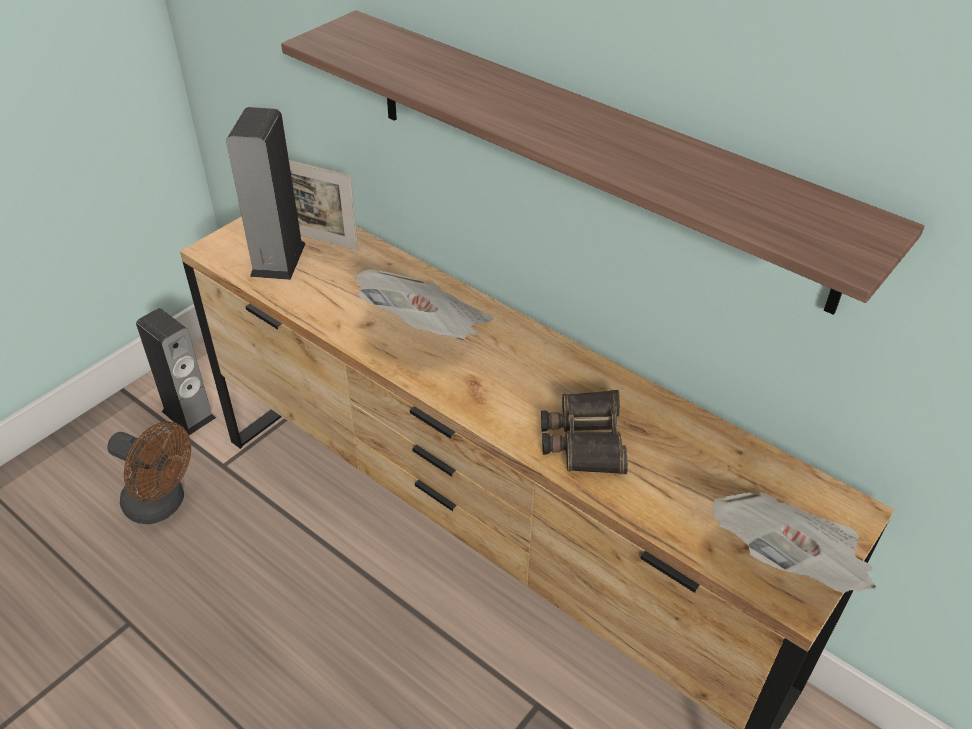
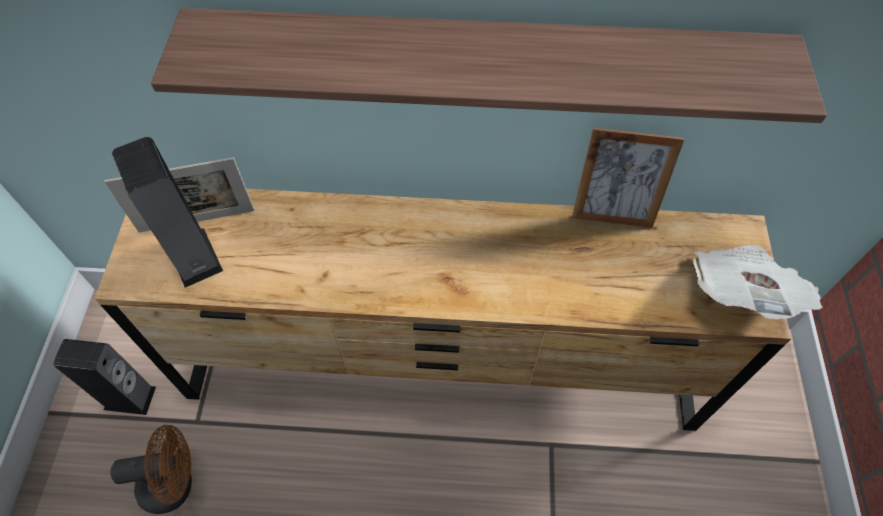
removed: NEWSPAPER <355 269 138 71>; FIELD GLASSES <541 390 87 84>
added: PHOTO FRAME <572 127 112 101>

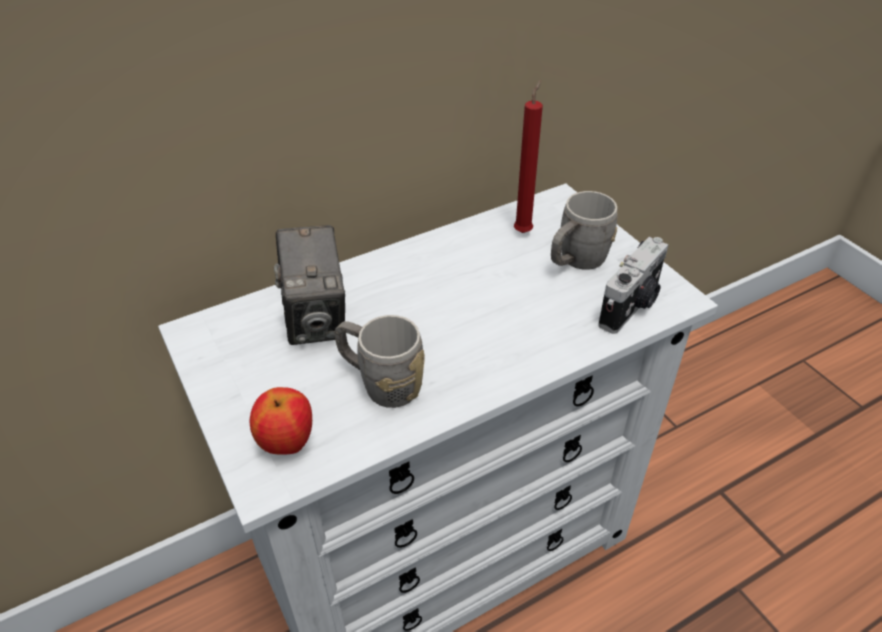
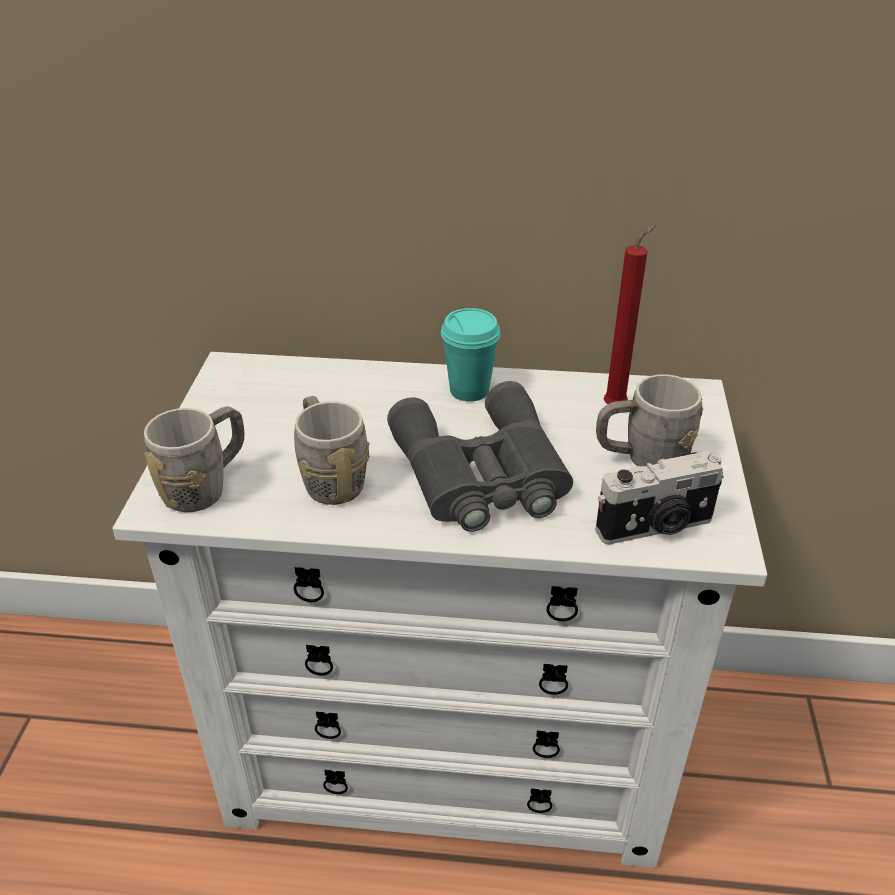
removed: STILL CAMERA <274 225 71 120>
added: GREY FIELD GLASSES <387 381 186 151>; TURQUOISE CUP <441 308 60 94>
replaced: APPLE FRUIT <250 387 62 68> to GREY MUG <144 406 100 106>

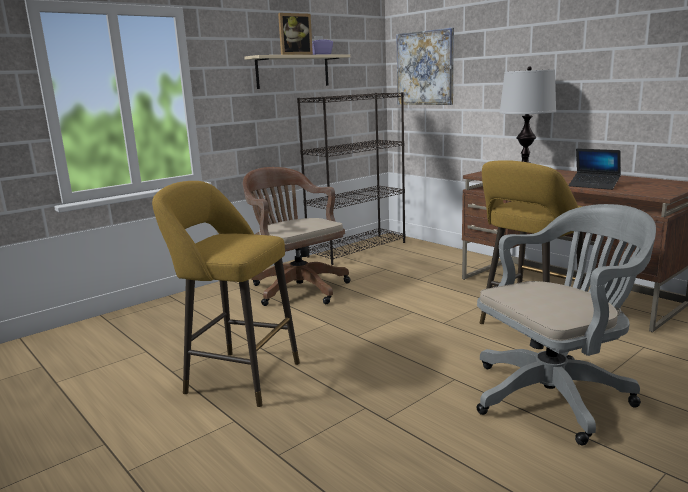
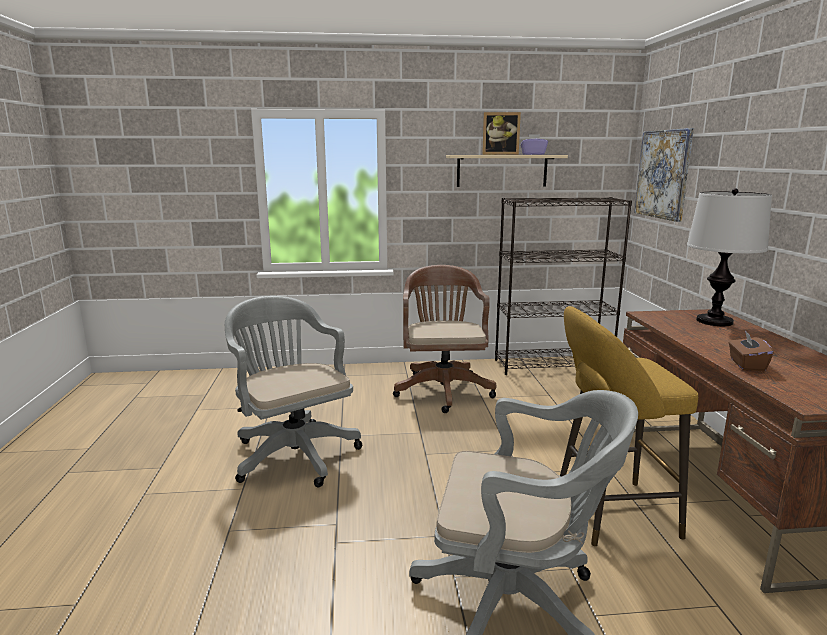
replaced: YELLOW-COLOURED STOOL <152 181 148 226> to GREY OFFICE CHAIR <225 296 137 191>; PORTABLE COMPUTER <569 148 52 42> to BROWN-COLOURED BOX OF TISSUES <728 331 46 40>

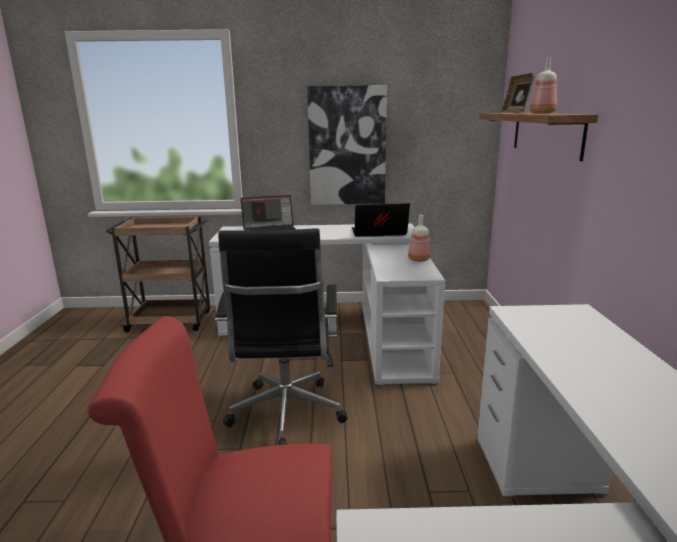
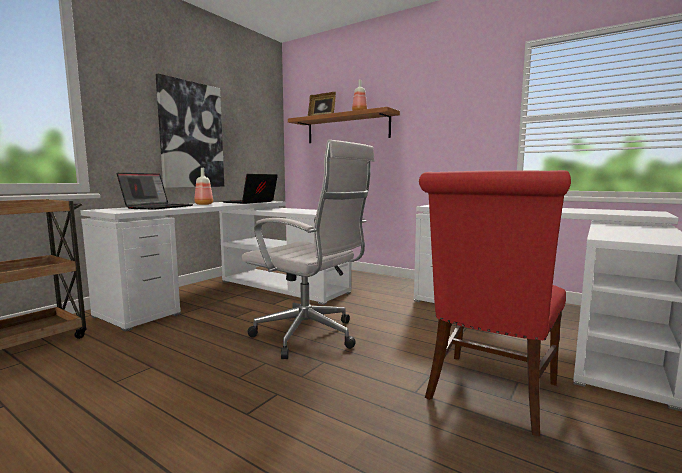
moved: BOTTLE <408 215 23 47> to <194 168 19 37>
recoloured: BLACK-COLOURED OFFICE CHAIR <215 229 132 216> to WHITE-COLOURED OFFICE CHAIR <242 139 133 220>

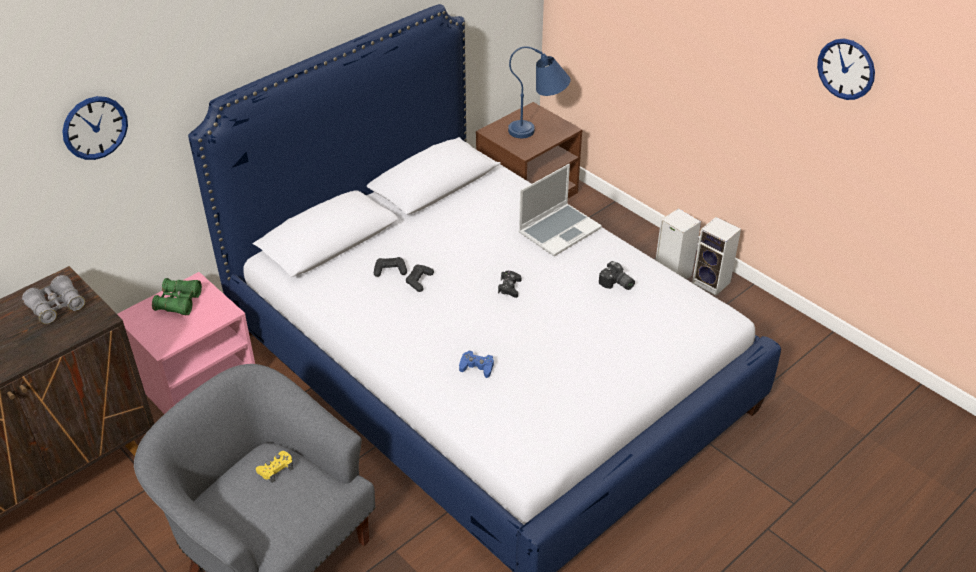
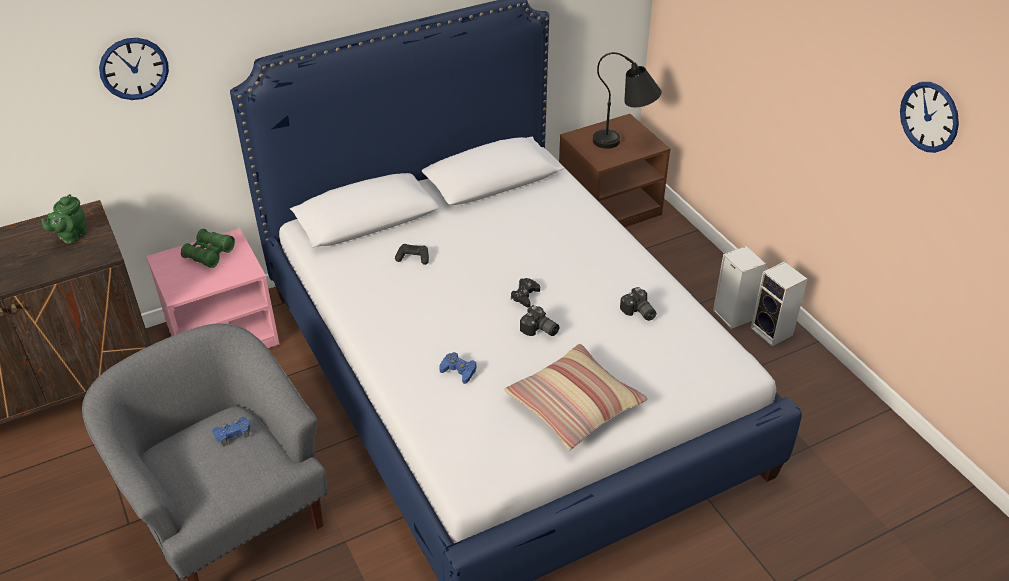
removed: BLACK-COLOURED GAMEPAD <406 265 28 27>; PORTABLE COMPUTER <519 164 83 92>
added: CUSHION <504 344 143 106>; STILL CAMERA <520 305 40 31>
replaced: GREY FIELD GLASSES <22 275 63 49> to GREENISH POT FOR TEA <41 194 46 50>
recoloured: YELLOW-COLOURED GAMEPAD <256 451 37 32> to BLUE-COLOURED GAMEPAD <212 417 38 29>; BLUE-COLOURED TABLE LAMP <508 46 63 92> to BLACK-COLOURED TABLE LAMP <593 52 69 97>

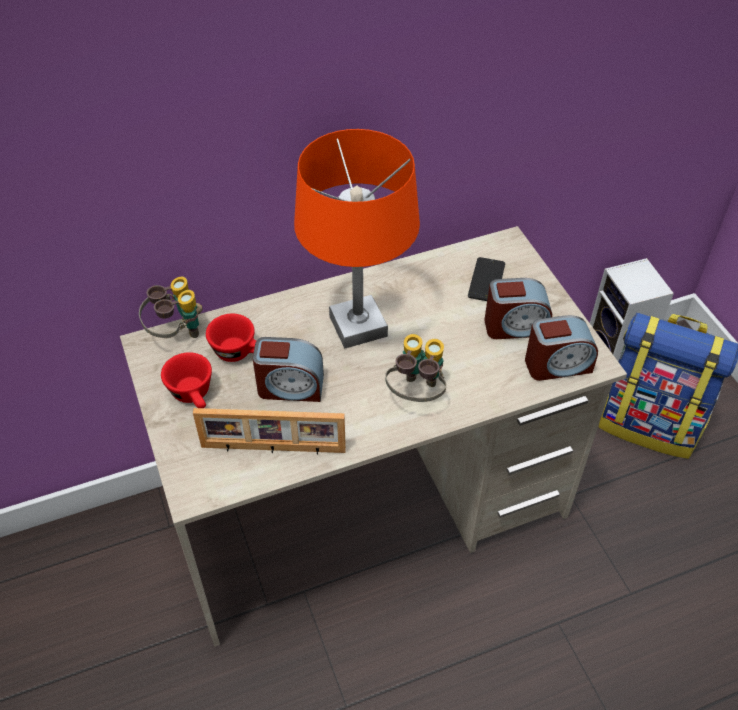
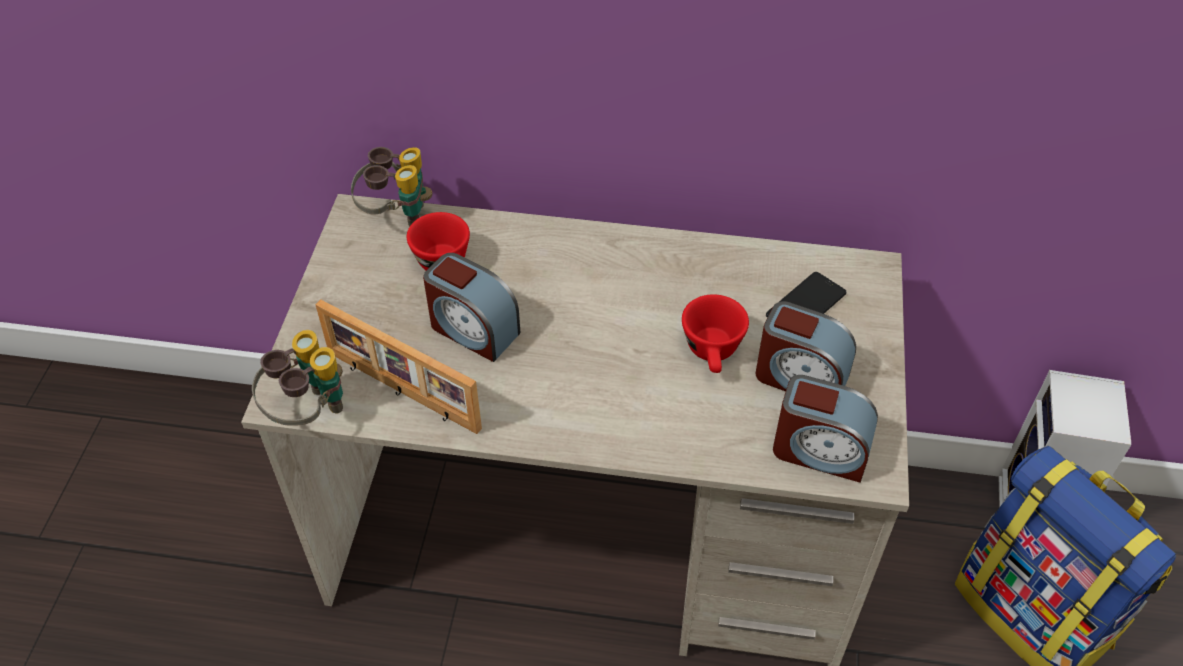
removed: ORANGE-COLOURED TABLE LAMP <294 129 126 219>
moved: FIELD GLASSES <385 334 61 68> to <252 330 91 96>; REDDISH CUP <161 352 51 56> to <682 294 67 79>

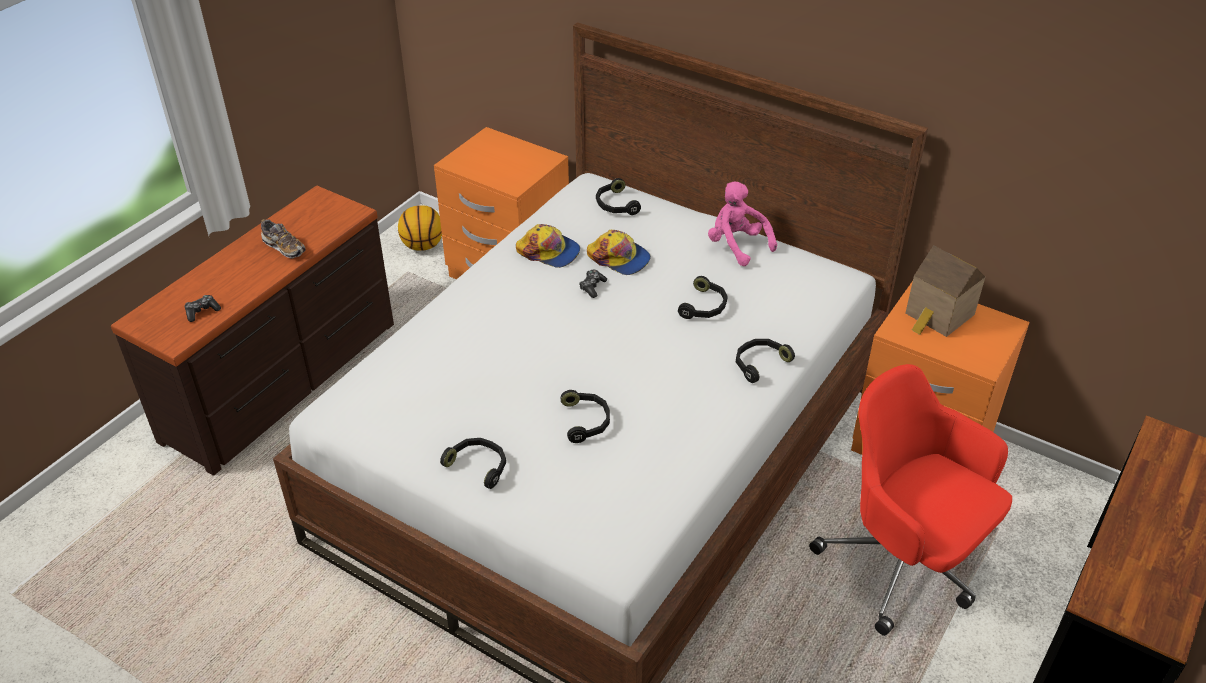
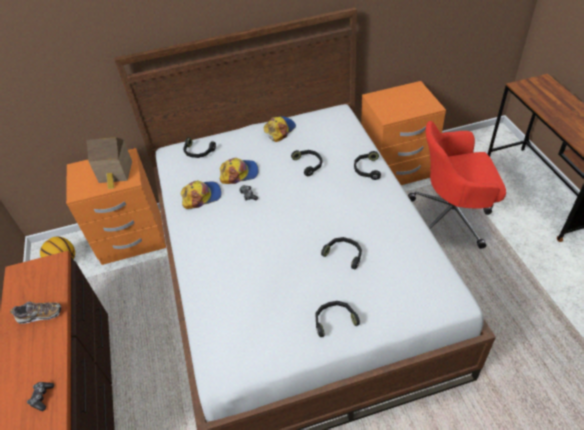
moved: MINIATURE HOUSE <905 245 80 92> to <86 137 46 52>
replaced: PINKISH CUDDLY TOY <708 181 69 85> to BASEBALL CAP <264 116 32 26>

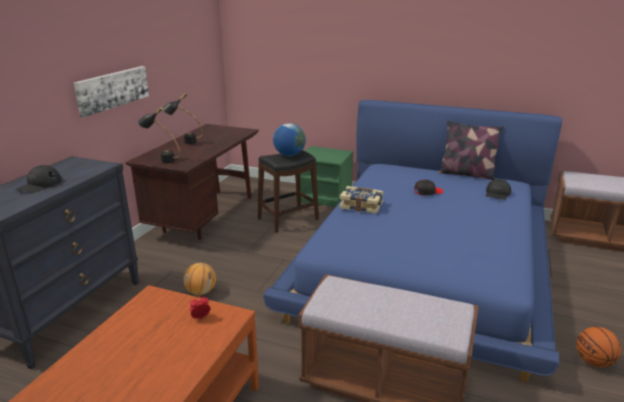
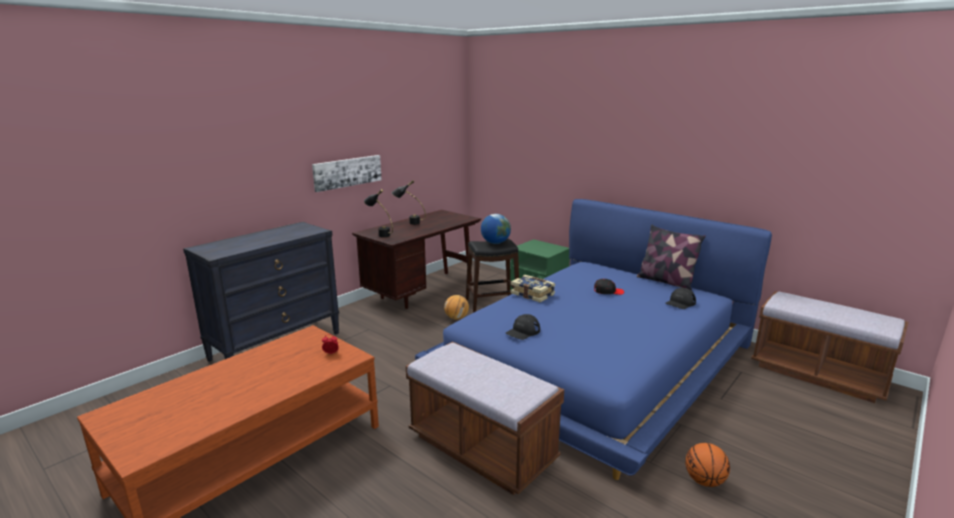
moved: BASKETBALL BALL <183 263 33 32> to <444 295 25 25>; BLACK-COLOURED BASEBALL CAP <16 165 46 28> to <506 314 34 26>

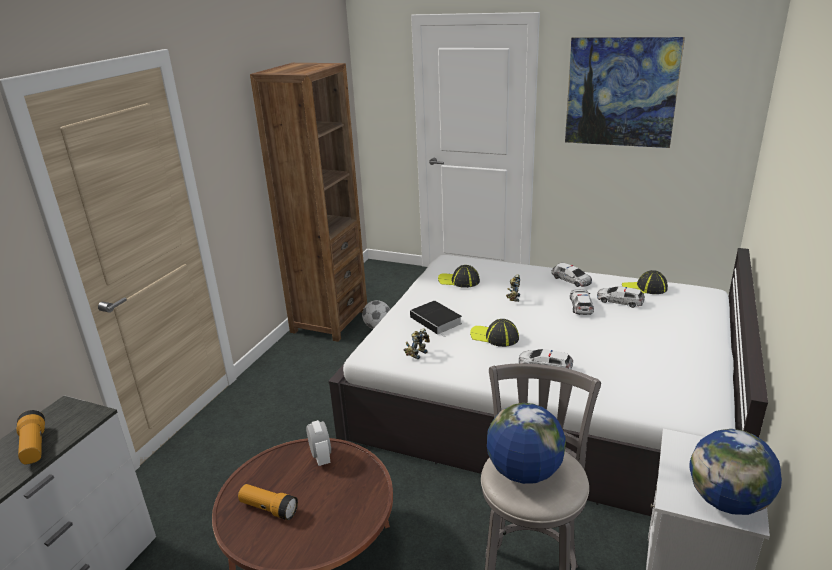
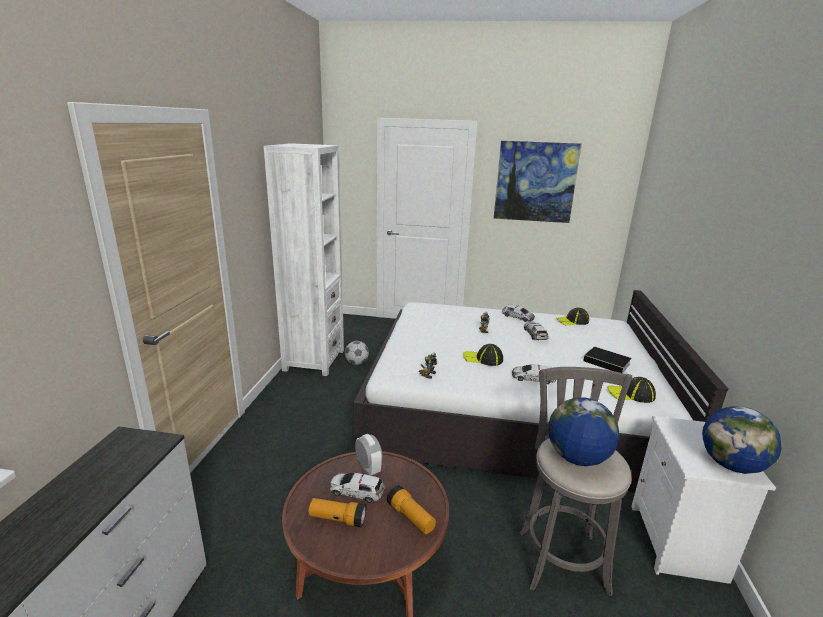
moved: MINIATURE CAR <597 286 48 22> to <329 472 56 31>; HAND TORCH <17 410 28 54> to <387 485 49 50>; BOUND BOOK <410 301 52 36> to <584 347 48 26>; BASEBALL CAP <438 265 42 23> to <607 377 49 26>
recoloured: BROWN-COLOURED BOOKCASE <250 63 117 279> to WHITE-COLOURED BOOKCASE <264 143 80 233>

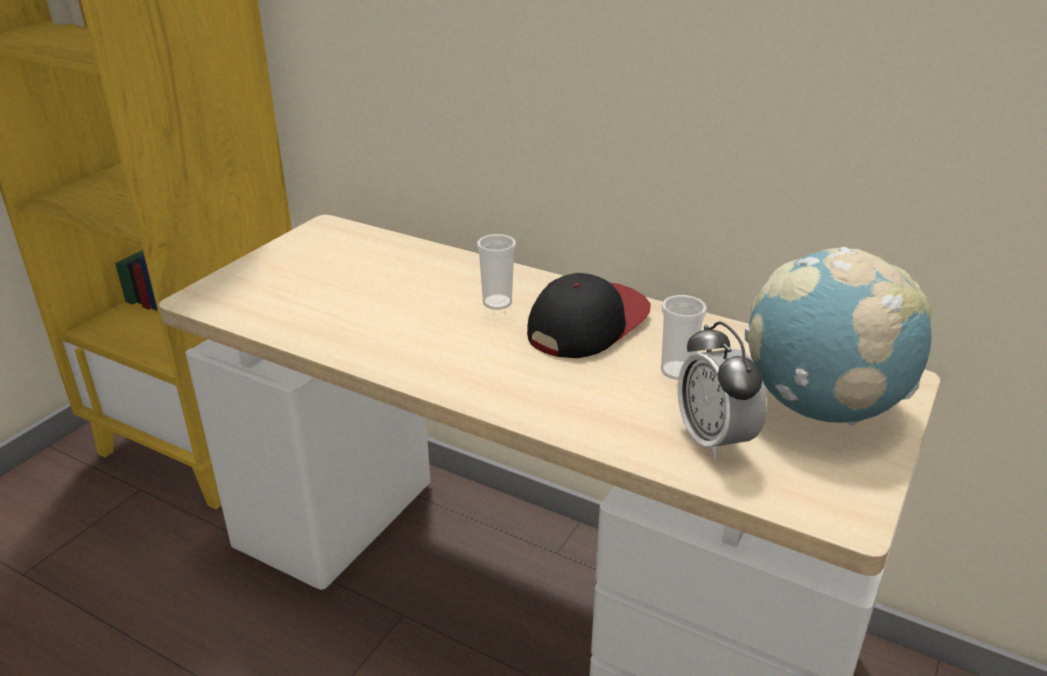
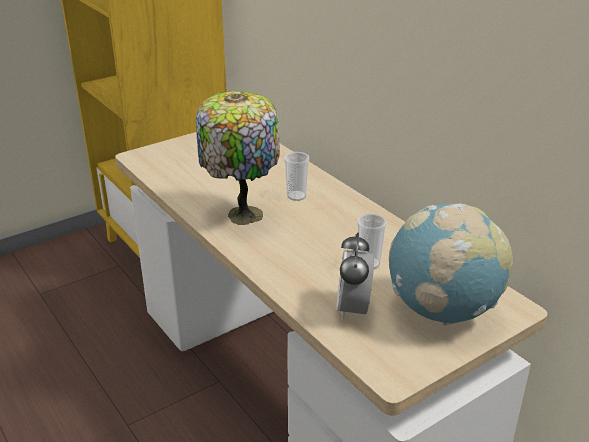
removed: BASEBALL CAP <527 273 124 85>
added: TABLE LAMP <196 91 84 134>

